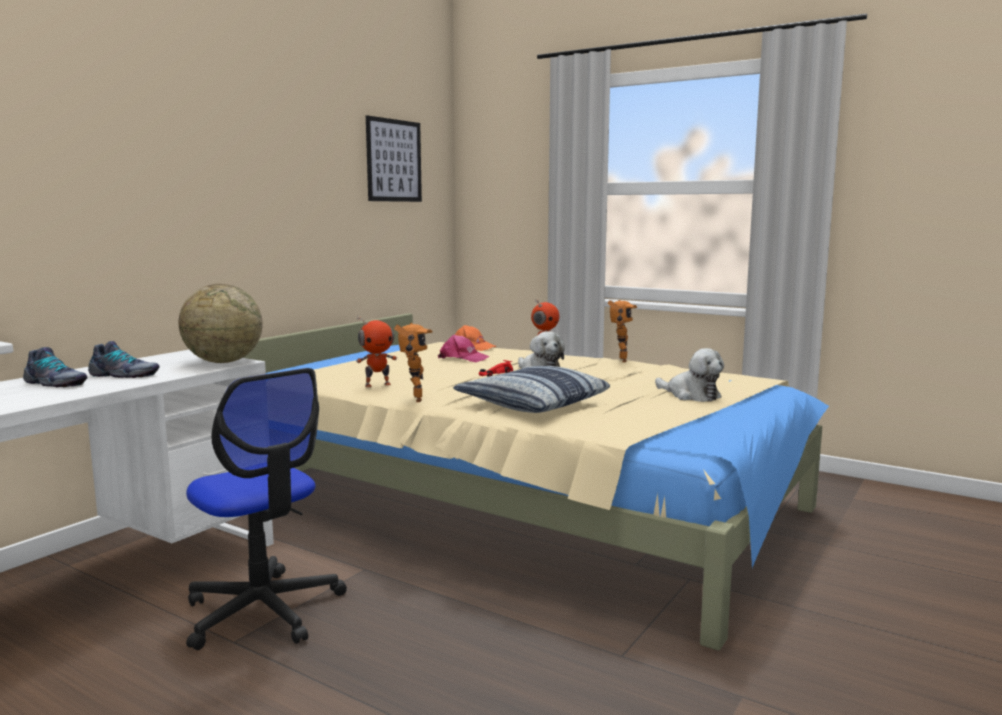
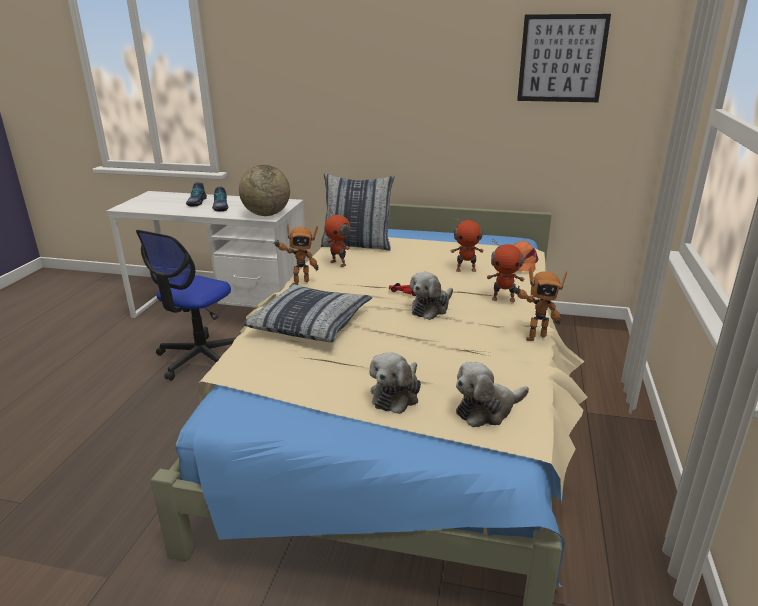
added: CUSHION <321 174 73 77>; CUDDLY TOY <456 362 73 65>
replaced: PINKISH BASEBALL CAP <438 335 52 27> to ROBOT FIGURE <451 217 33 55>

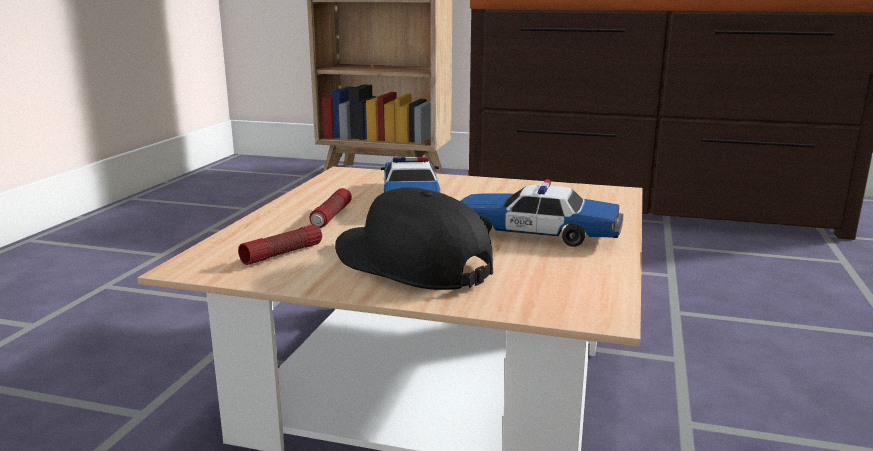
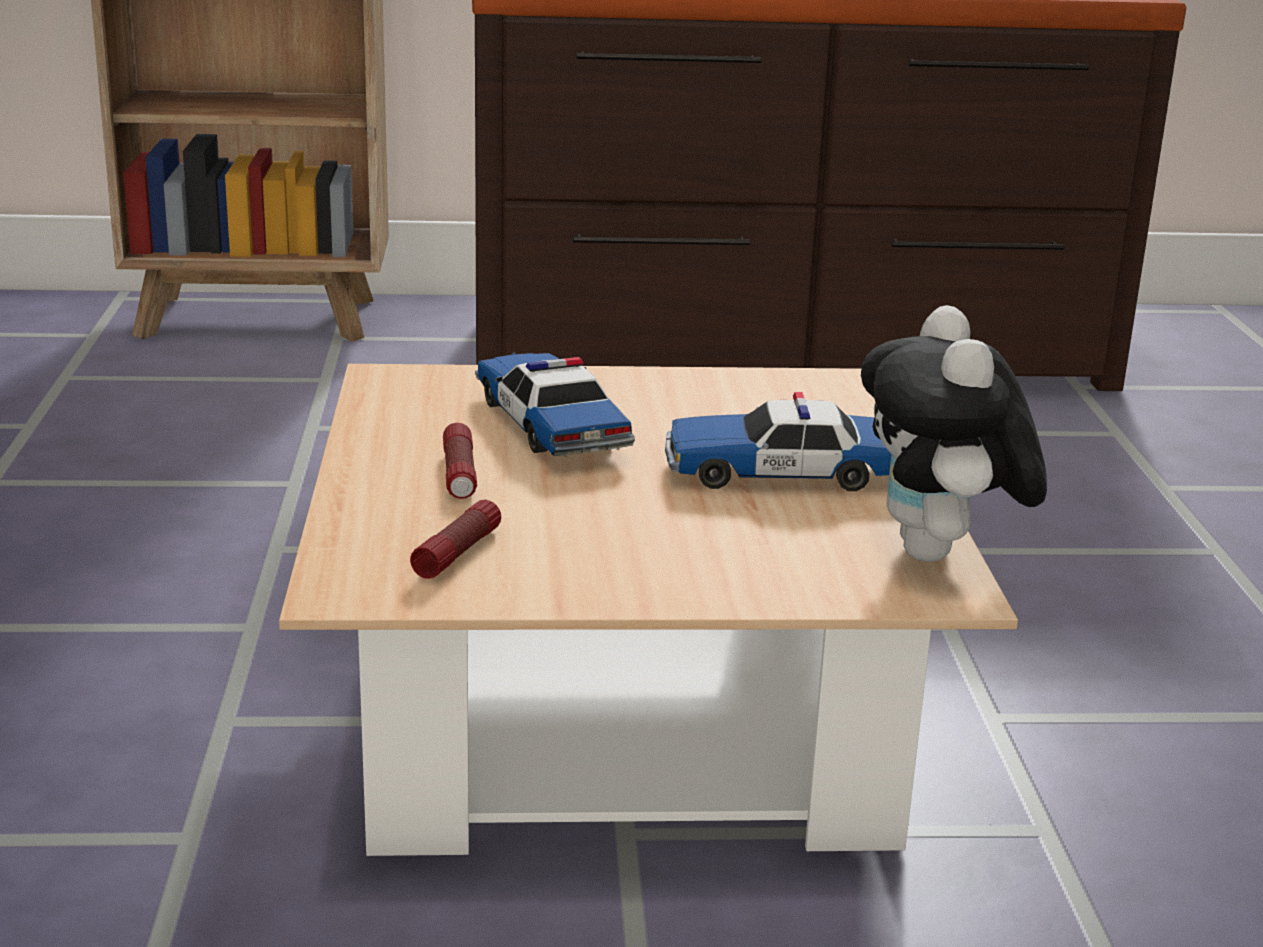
removed: BLACK-COLOURED BASEBALL CAP <335 187 158 103>
added: CUDDLY TOY <861 305 186 257>

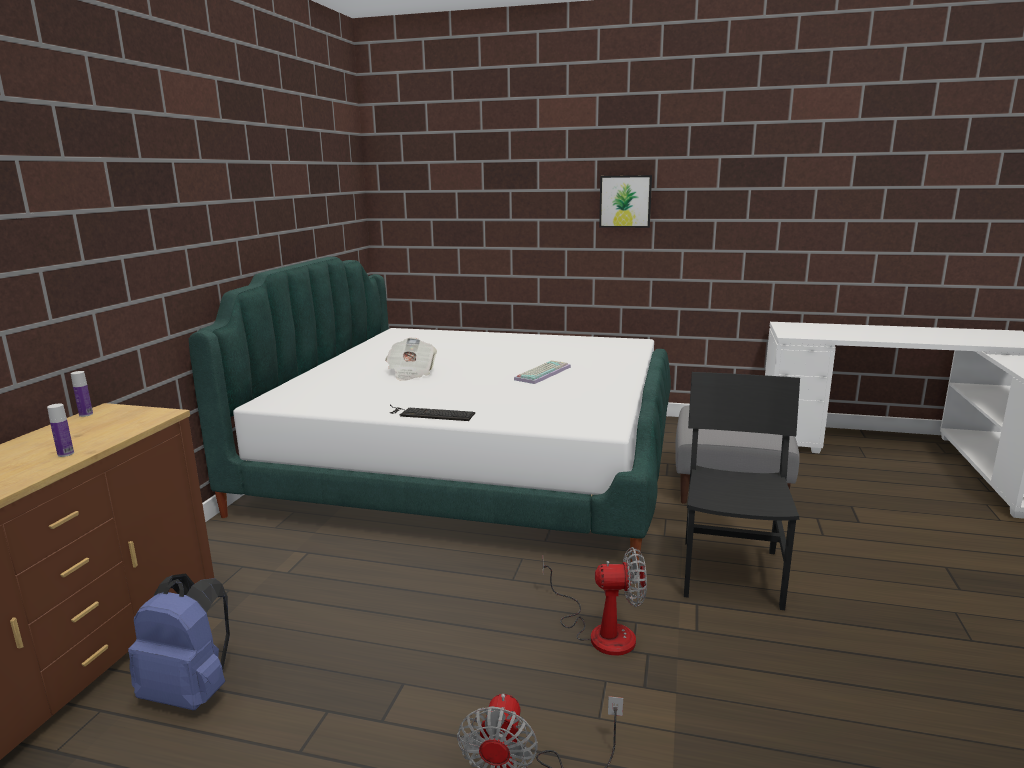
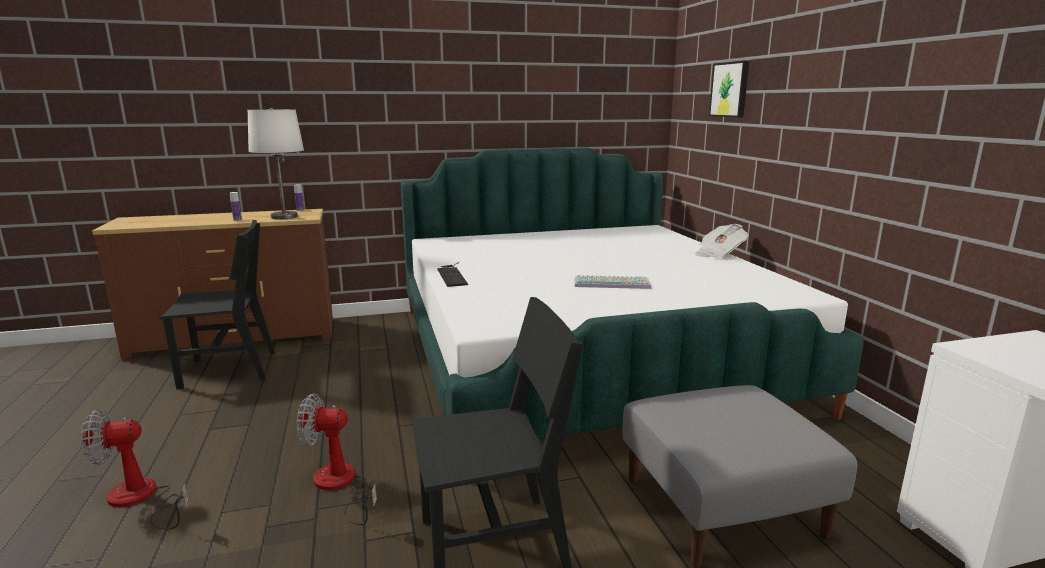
added: WHITE-COLOURED TABLE LAMP <248 108 56 112>
moved: NEWSPAPER <385 338 52 43> to <695 224 53 33>; WALL PICTURE <599 175 53 53> to <709 61 40 56>
replaced: BLUE-COLOURED KNAPSACK <128 573 102 137> to BLACK-COLOURED PLAIN CHAIR <159 220 116 169>
turned: COOLING FAN <543 547 104 109> = <297 393 80 132> 120 degrees clockwise

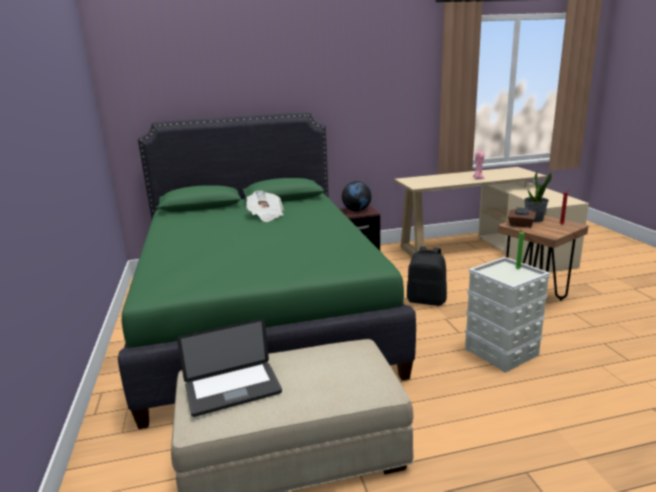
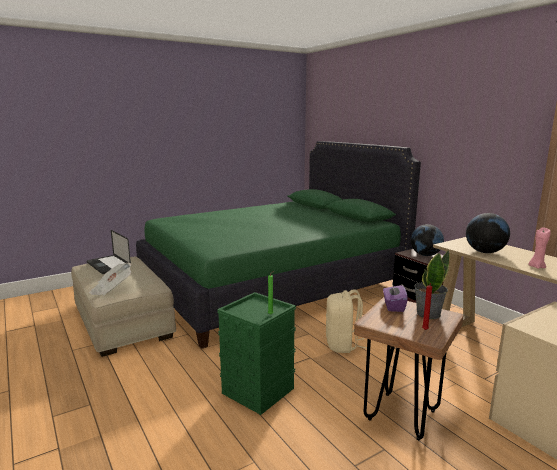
added: GLOBE <466 213 44 40>
moved: NEWSPAPER <246 191 38 31> to <89 263 43 33>
recoloured: GREY STORAGE BIN <465 257 85 116> to GREENISH STORAGE BIN <217 292 79 123>; BLACK-COLOURED KNAPSACK <407 247 40 59> to BEIGE-COLOURED KNAPSACK <326 289 41 64>; BROWN-COLOURED BOX OF TISSUES <508 207 28 21> to PURPLISH BOX OF TISSUES <383 283 25 29>

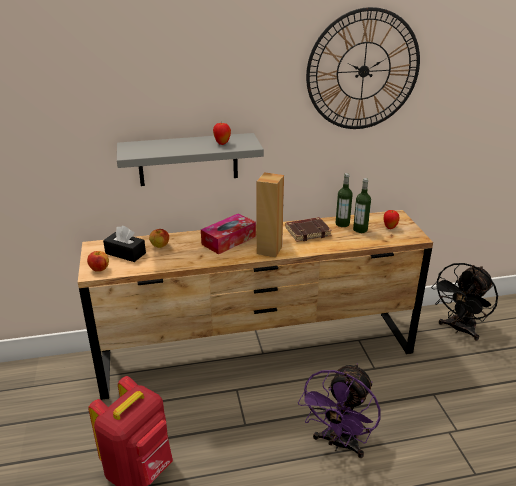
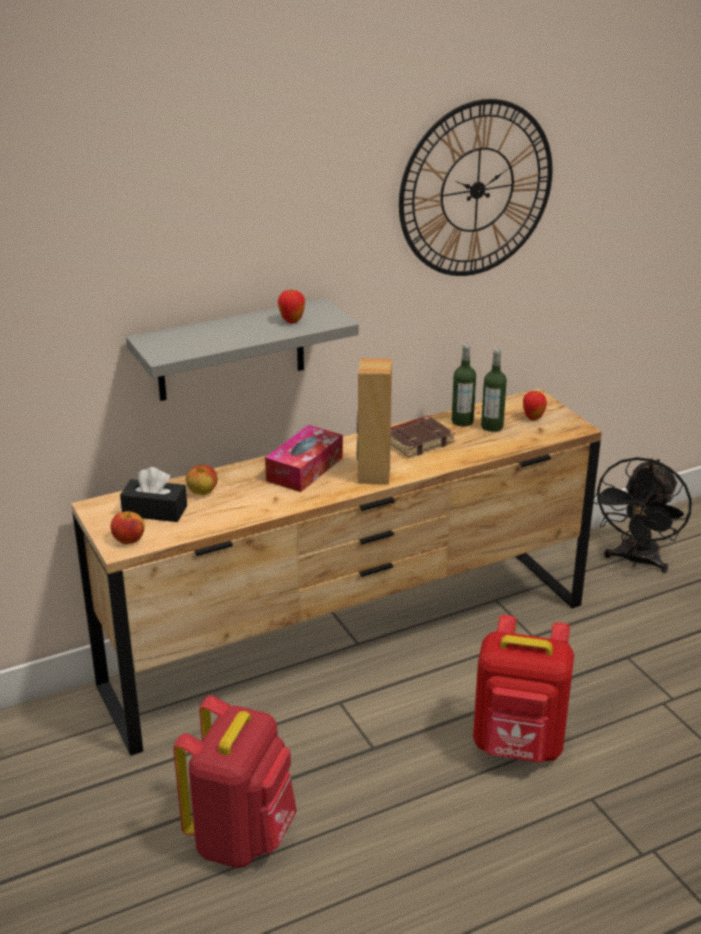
replaced: PURPLISH COOLING FAN <298 363 83 95> to REDDISH KNAPSACK <473 615 101 148>

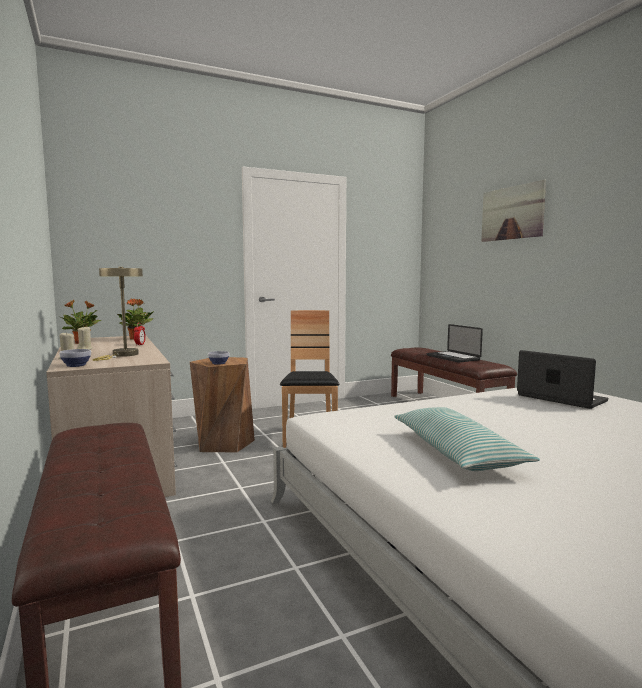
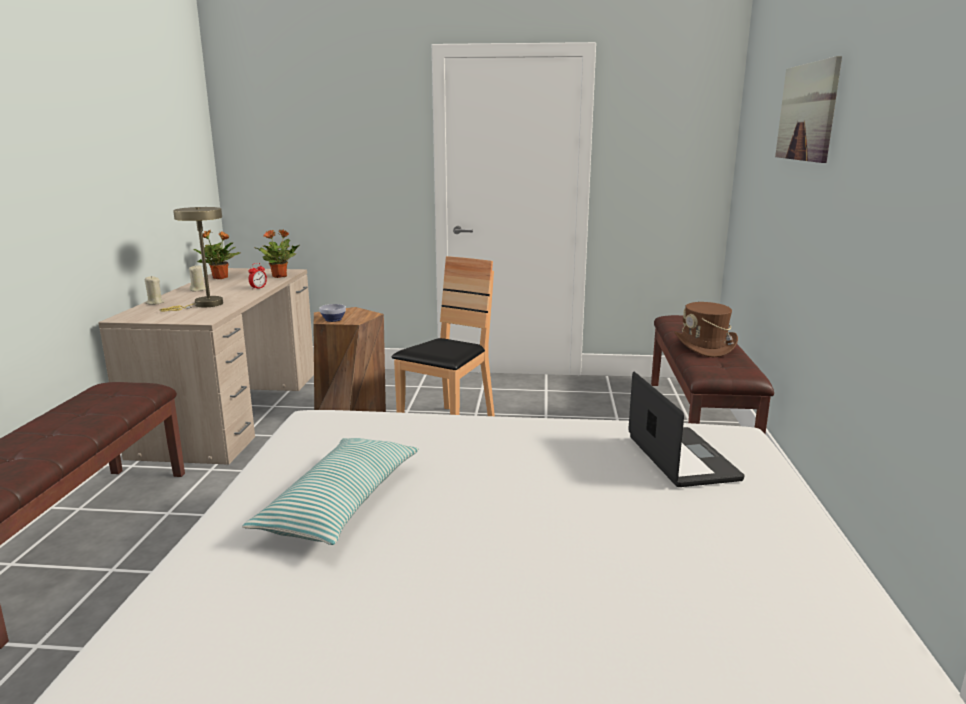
removed: SERVING BOWL <59 349 32 18>
replaced: PORTABLE COMPUTER <427 324 56 38> to BROWN-COLOURED CLOTHING HAT <674 302 64 55>

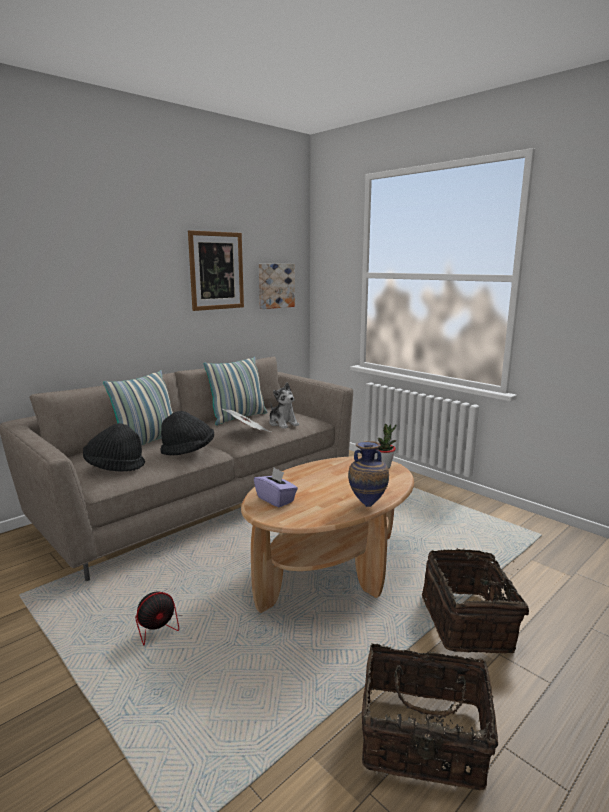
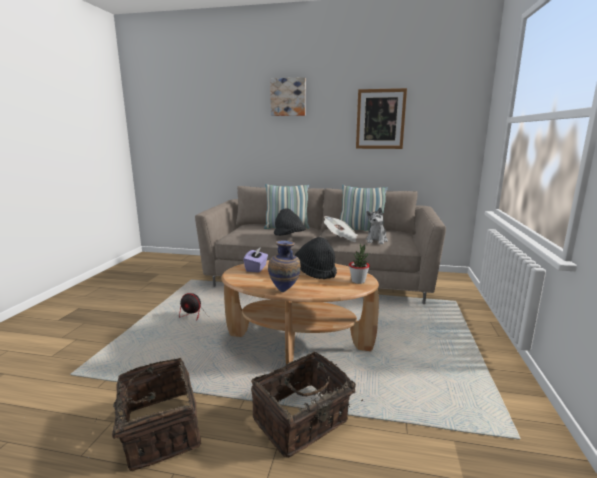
moved: WALL PICTURE <259 264 36 45> to <270 77 36 39>; BLACK-COLOURED CLOTHING HAT <83 423 62 49> to <295 237 42 42>

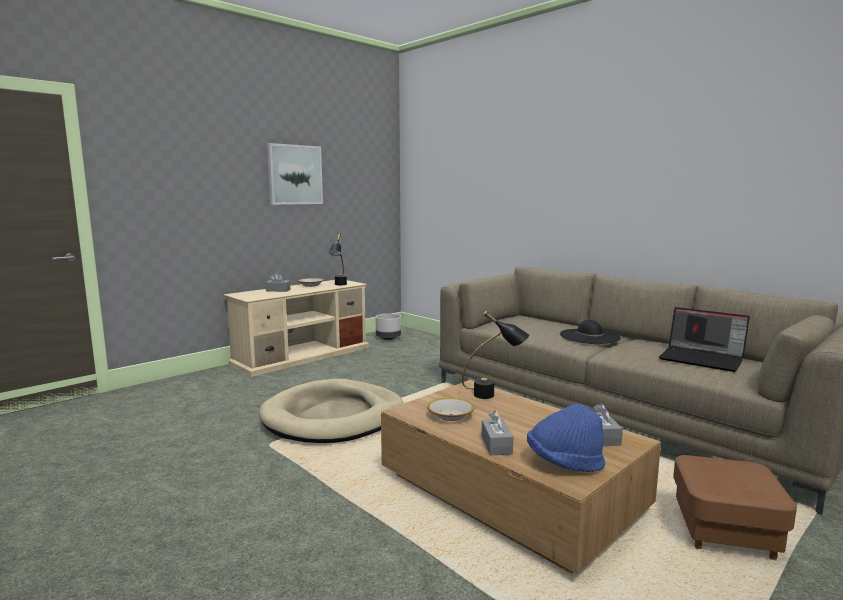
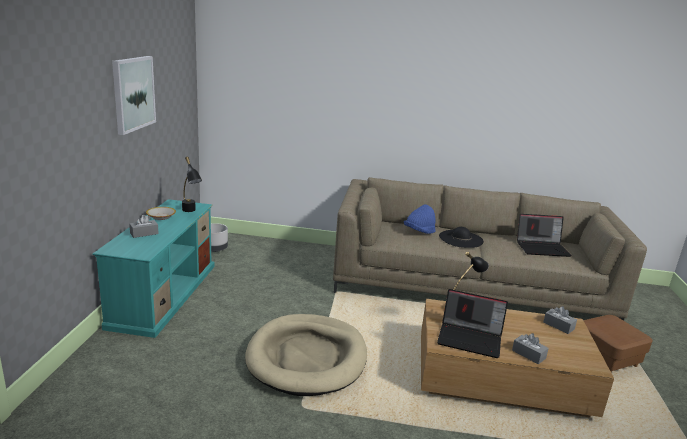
moved: BLUE-COLOURED CLOTHING HAT <527 404 78 68> to <404 204 32 30>
replaced: SERVING BOWL <427 398 47 23> to PORTABLE COMPUTER <437 289 71 69>
recoloured: BEIGE-COLOURED MEDIA CONSOLE <224 280 145 97> to TURQUOISE MEDIA CONSOLE <92 199 123 139>

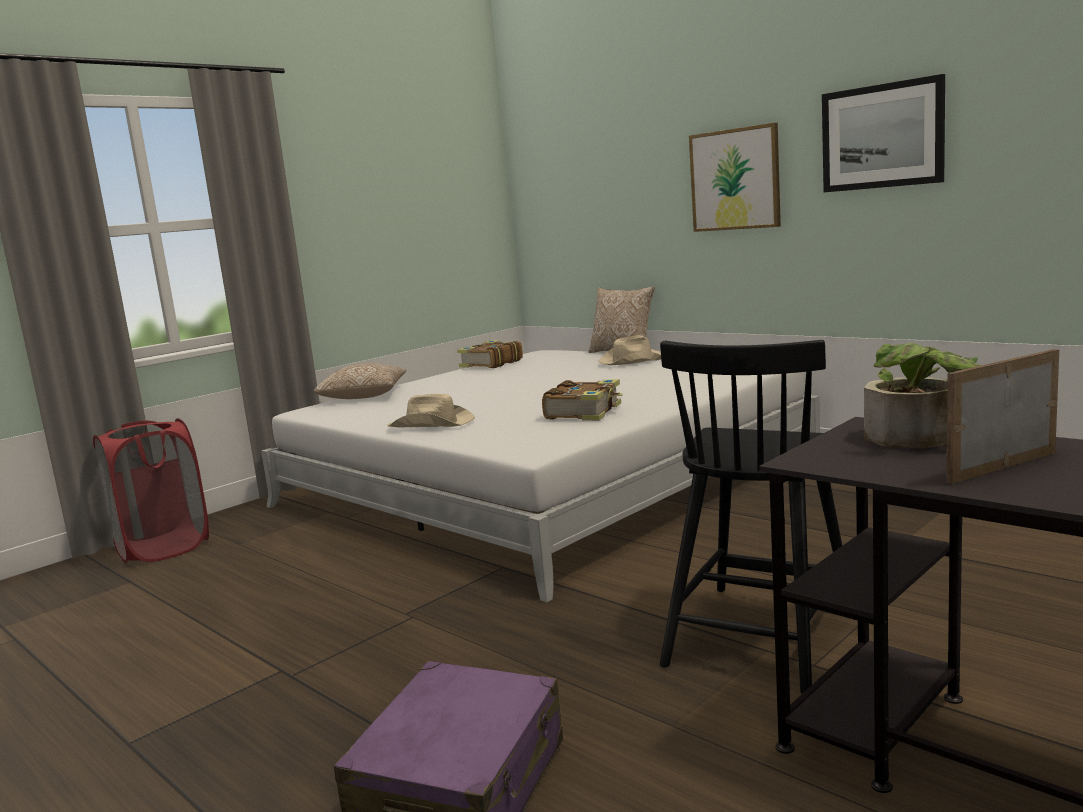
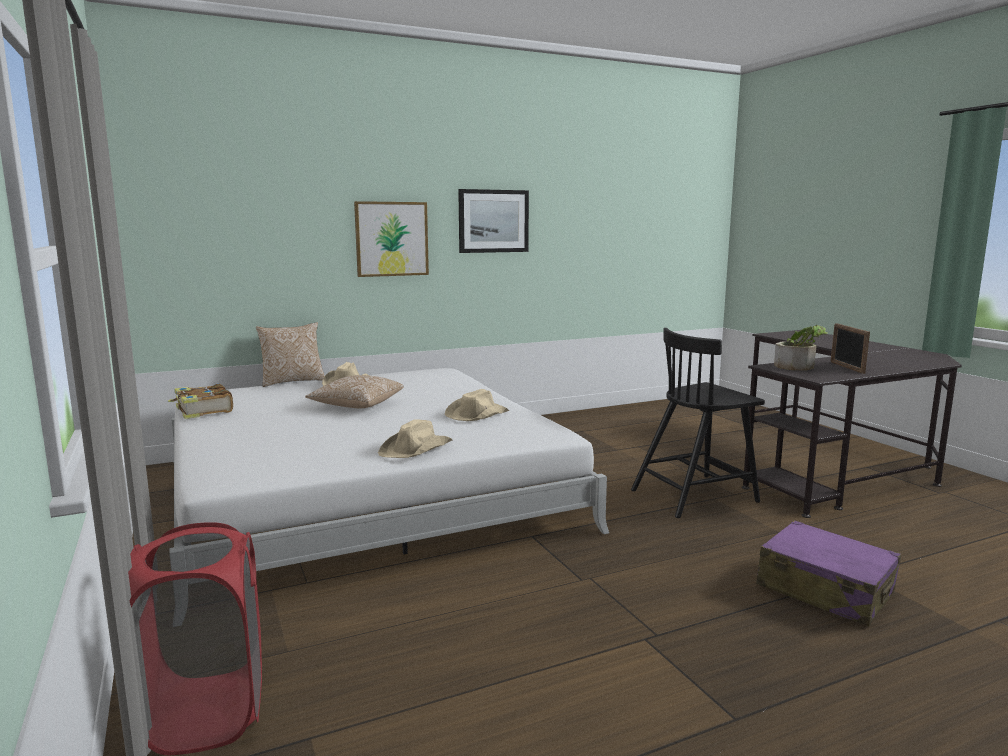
moved: CUSHION <314 363 92 36> to <305 375 99 33>
replaced: BOUND BOOK <542 379 81 42> to BEIGE-COLOURED CLOTHING HAT <445 389 64 32>
turned: BLACK-COLOURED PLAIN CHAIR <660 340 182 354> = <631 328 134 190> 105 degrees clockwise

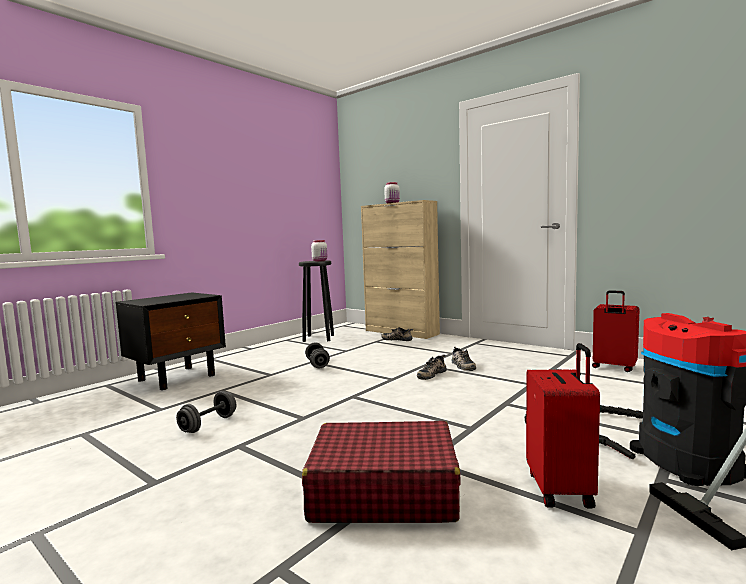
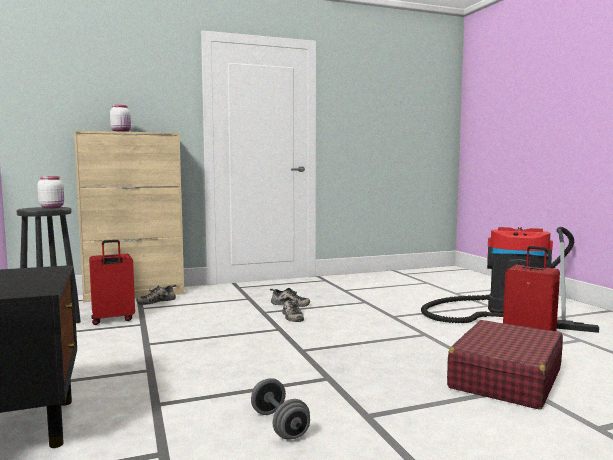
removed: GREY DUMBBELL <305 343 25 25>
moved: REDDISH TRAVEL CASE <592 290 48 82> to <89 240 46 85>

